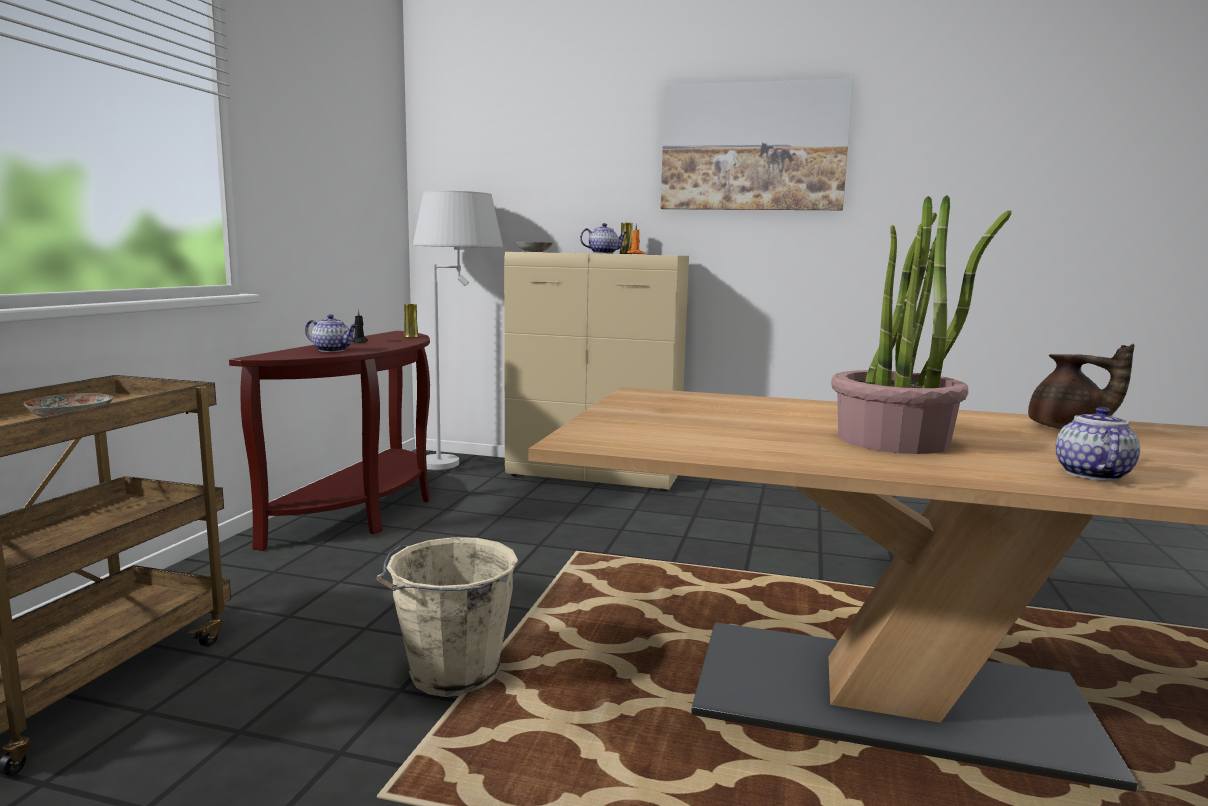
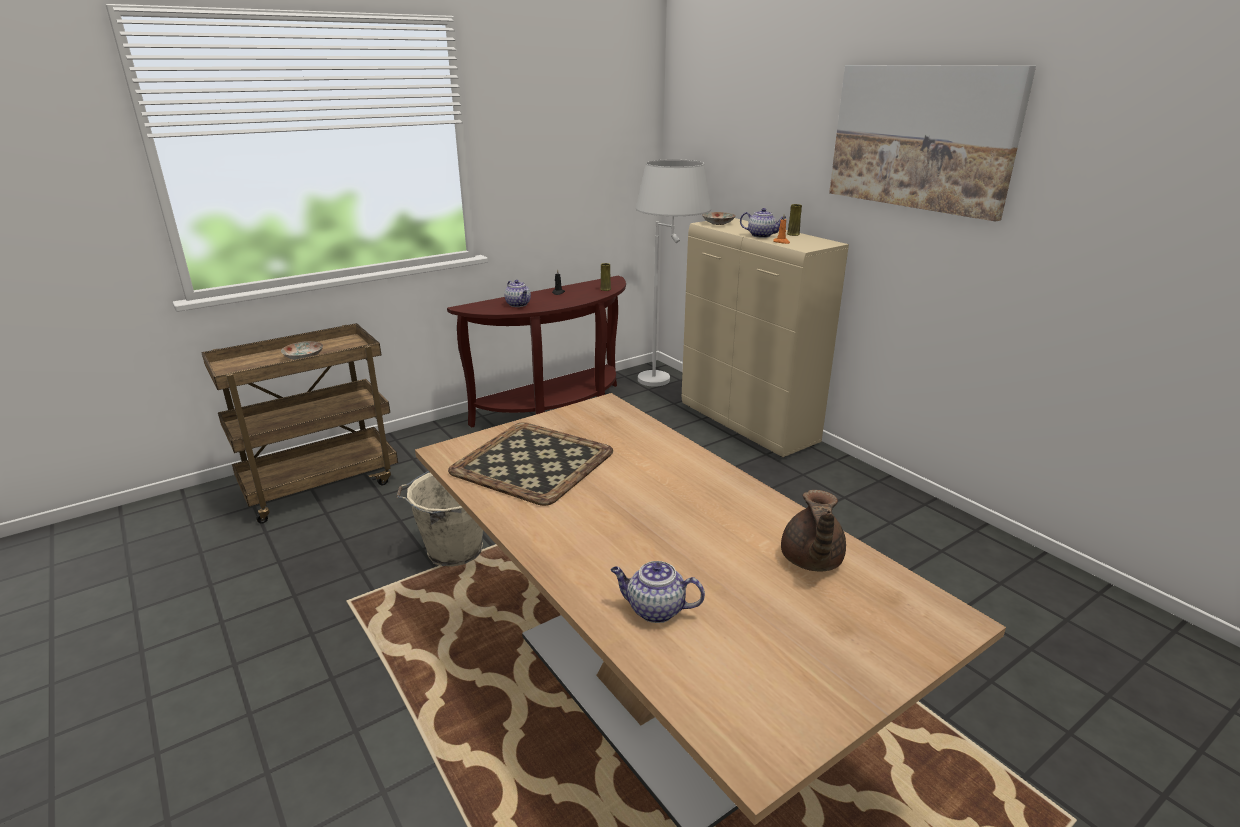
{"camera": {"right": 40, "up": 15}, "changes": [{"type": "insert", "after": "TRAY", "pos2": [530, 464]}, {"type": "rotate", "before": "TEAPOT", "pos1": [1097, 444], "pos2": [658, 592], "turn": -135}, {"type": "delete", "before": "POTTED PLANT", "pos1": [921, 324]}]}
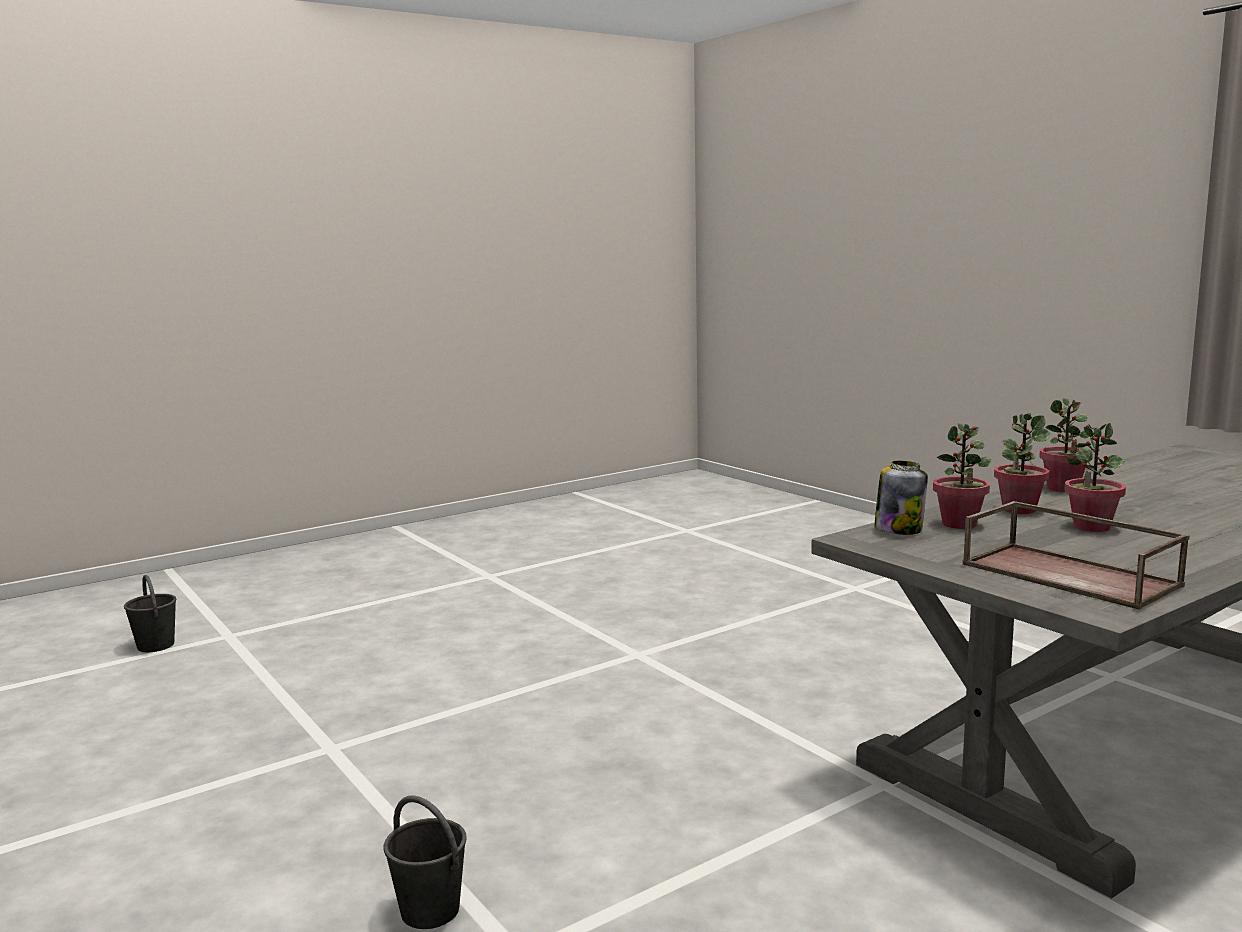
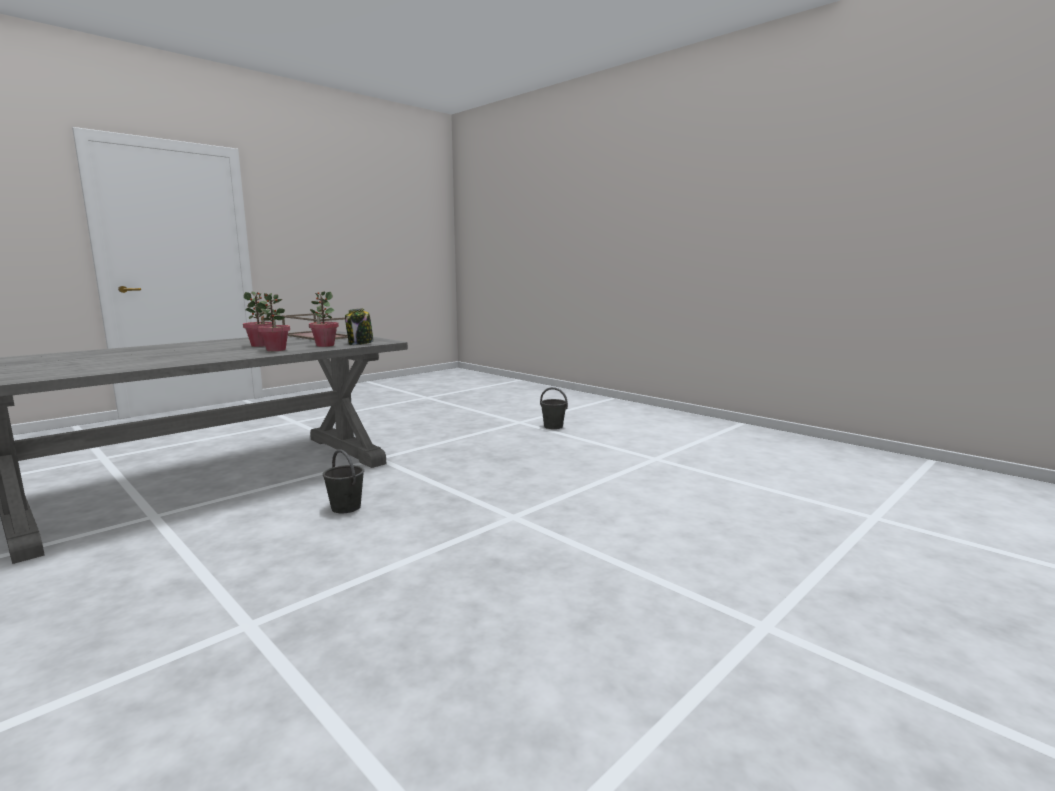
{"camera": {"right": 170, "up": 0}, "changes": [{"type": "move", "before": "GREY BUCKET", "pos1": [150, 613], "pos2": [343, 481]}, {"type": "delete", "before": "POTTED PLANT", "pos1": [1064, 445]}]}
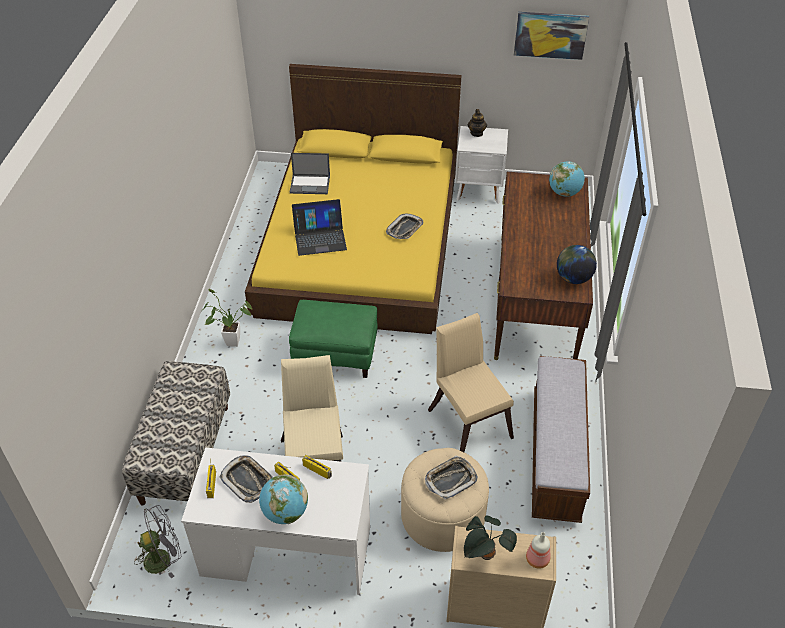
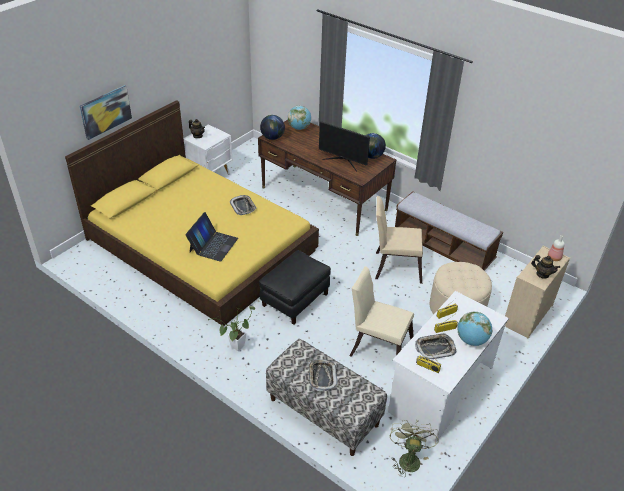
{"camera": {"right": -60, "up": -5}, "changes": [{"type": "move", "before": "PICTURE", "pos1": [551, 36], "pos2": [105, 112]}, {"type": "recolor", "before": "GREEN OTTOMAN", "after": "BLACK OTTOMAN", "pos1": [333, 339], "pos2": [295, 287]}, {"type": "insert", "after": "GLOBE", "pos2": [272, 127]}, {"type": "move", "before": "TRAY", "pos1": [451, 478], "pos2": [323, 375]}, {"type": "insert", "after": "MONITOR", "pos2": [344, 146]}, {"type": "recolor", "before": "GREY FAN", "after": "GREEN FAN", "pos1": [157, 541], "pos2": [414, 448]}, {"type": "replace", "before": "POTTED PLANT", "after": "TEAPOT", "pos1": [490, 538], "pos2": [545, 267]}, {"type": "delete", "before": "LAPTOP", "pos1": [310, 173]}]}
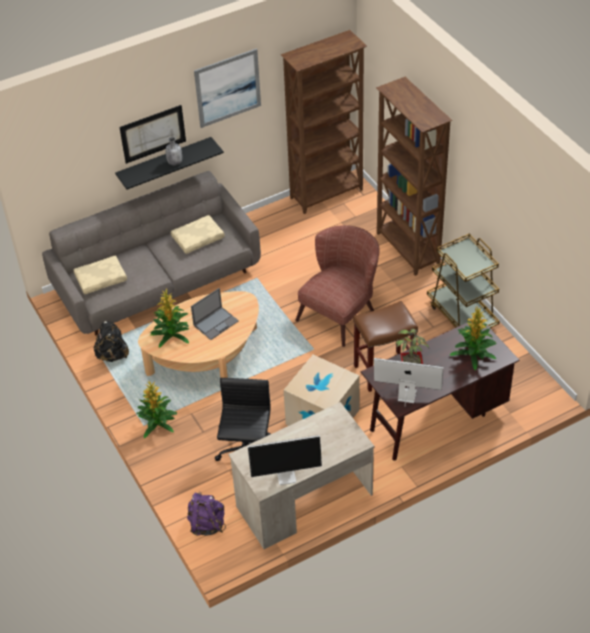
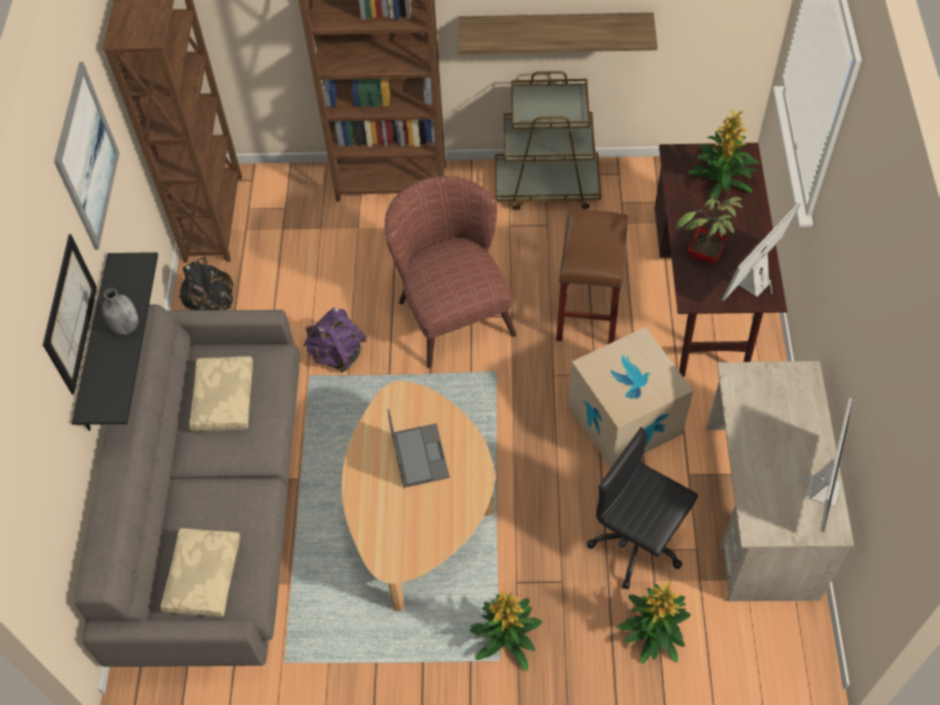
{"camera": {"right": -60, "up": 10}, "changes": [{"type": "move", "before": "BLACK BACKPACK", "pos1": [111, 341], "pos2": [206, 284]}, {"type": "move", "before": "PURPLE BACKPACK", "pos1": [206, 514], "pos2": [335, 340]}, {"type": "insert", "after": "SHELF", "pos2": [558, 33]}, {"type": "move", "before": "POTTED PLANT", "pos1": [169, 318], "pos2": [654, 622]}]}
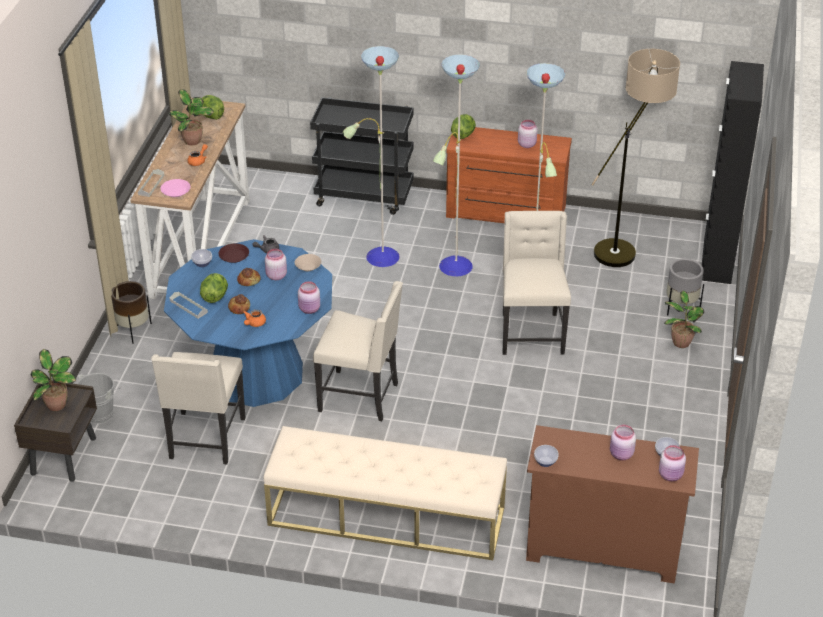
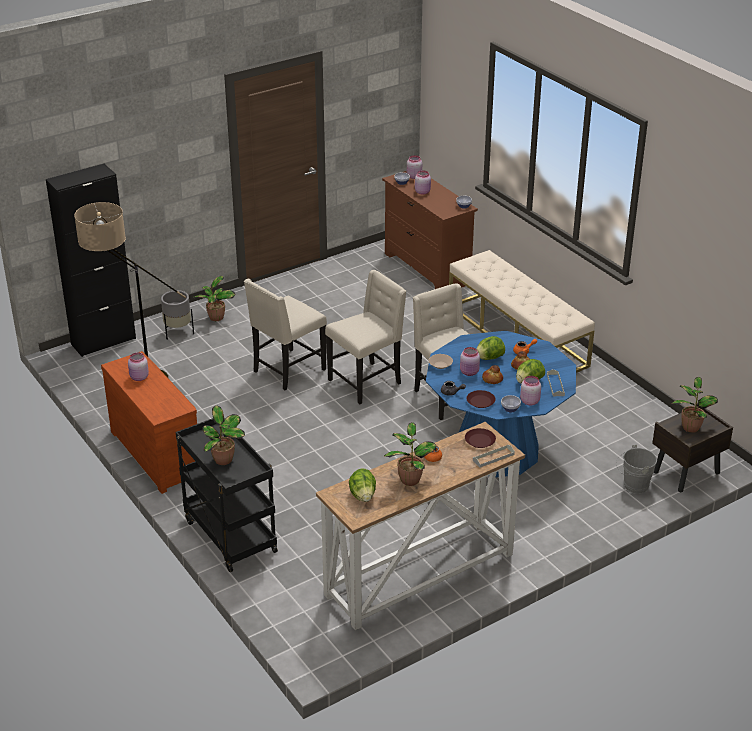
{"camera": {"right": -135, "up": -5}, "changes": [{"type": "insert", "after": "POTTED PLANT", "pos2": [223, 435]}, {"type": "move", "before": "BEIGE CHAIR", "pos1": [198, 408], "pos2": [365, 337]}, {"type": "recolor", "before": "PINK PLATE", "after": "BROWN PLATE", "pos1": [176, 188], "pos2": [480, 438]}, {"type": "move", "before": "LETTUCE", "pos1": [463, 126], "pos2": [490, 348]}, {"type": "move", "before": "PINK JAR", "pos1": [309, 297], "pos2": [530, 390]}, {"type": "delete", "before": "BROWN PLANTER", "pos1": [131, 312]}, {"type": "delete", "before": "FLOOR LAMP", "pos1": [454, 161]}]}
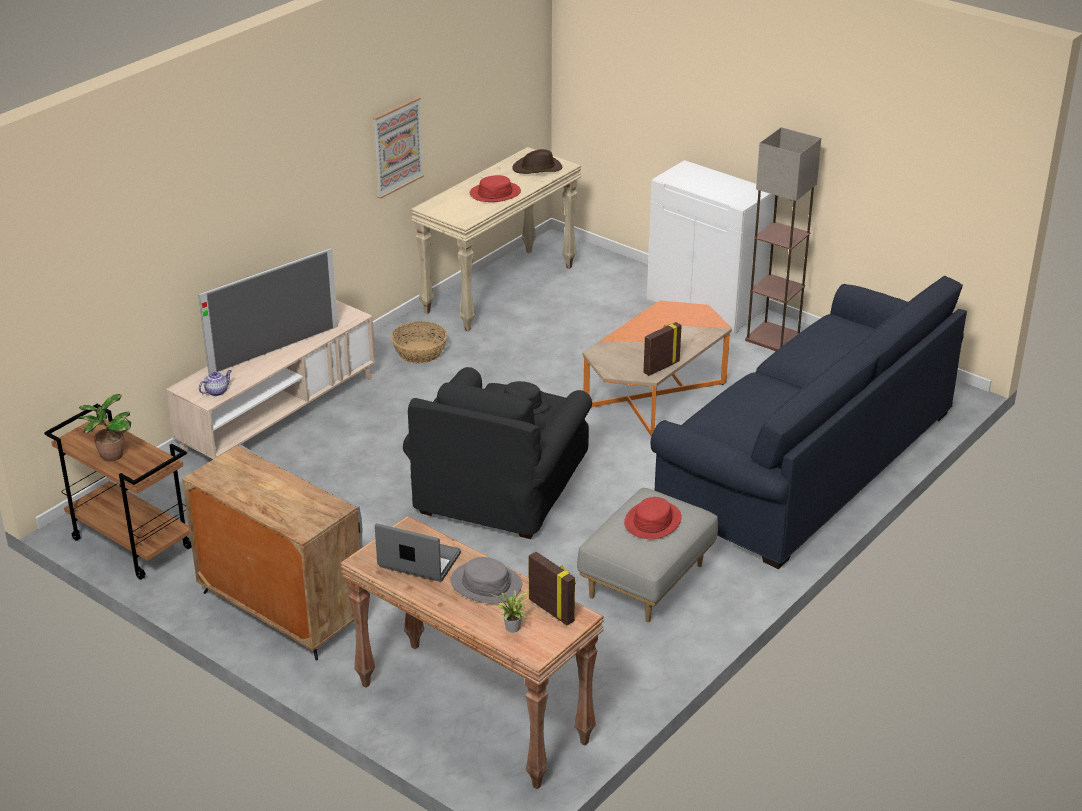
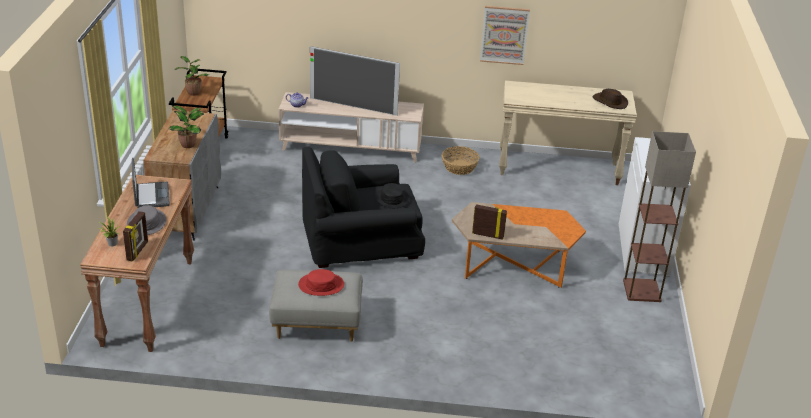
{"camera": {"right": 55, "up": 0}, "changes": [{"type": "insert", "after": "POTTED PLANT", "pos2": [186, 127]}, {"type": "delete", "before": "RED HAT", "pos1": [495, 188]}, {"type": "delete", "before": "BLUE SOFA", "pos1": [809, 422]}]}
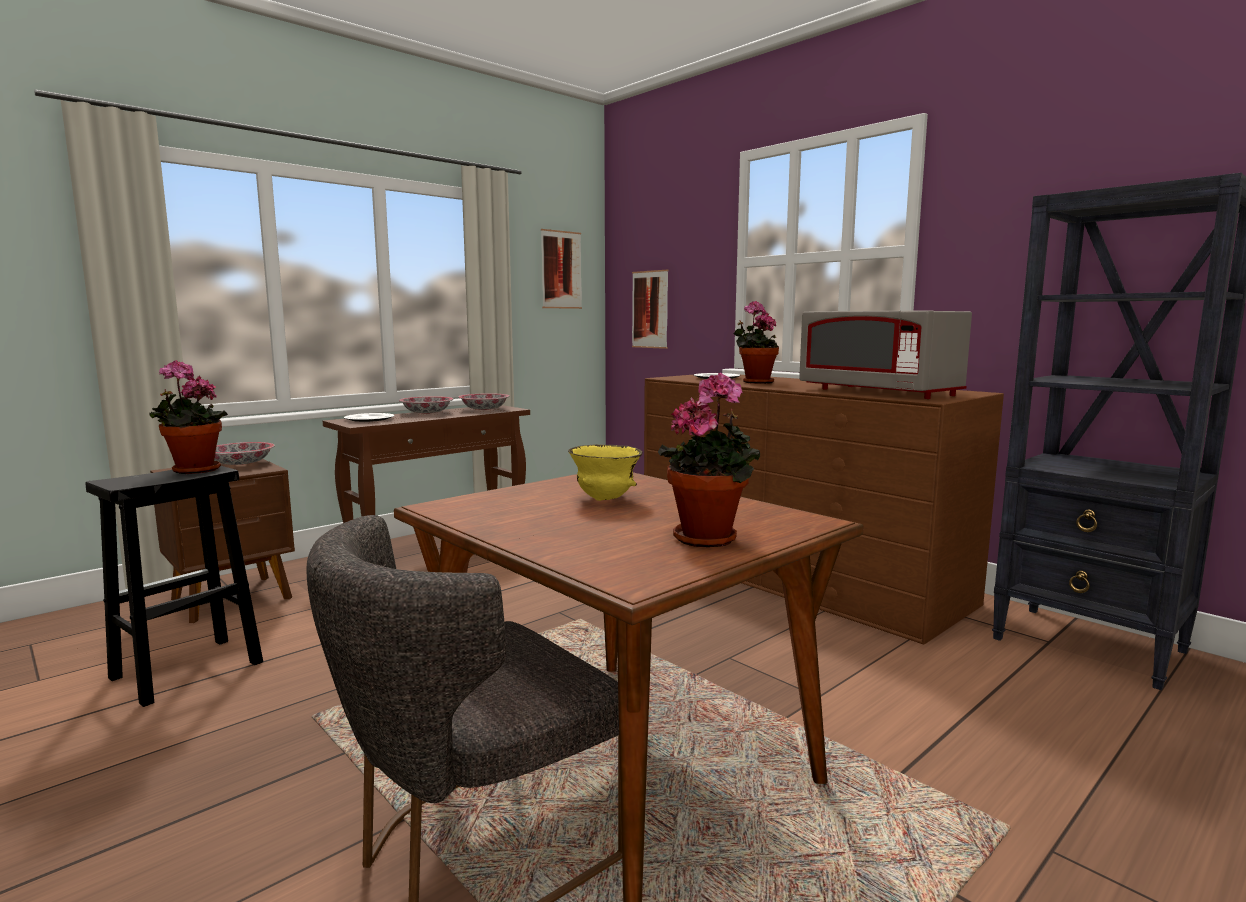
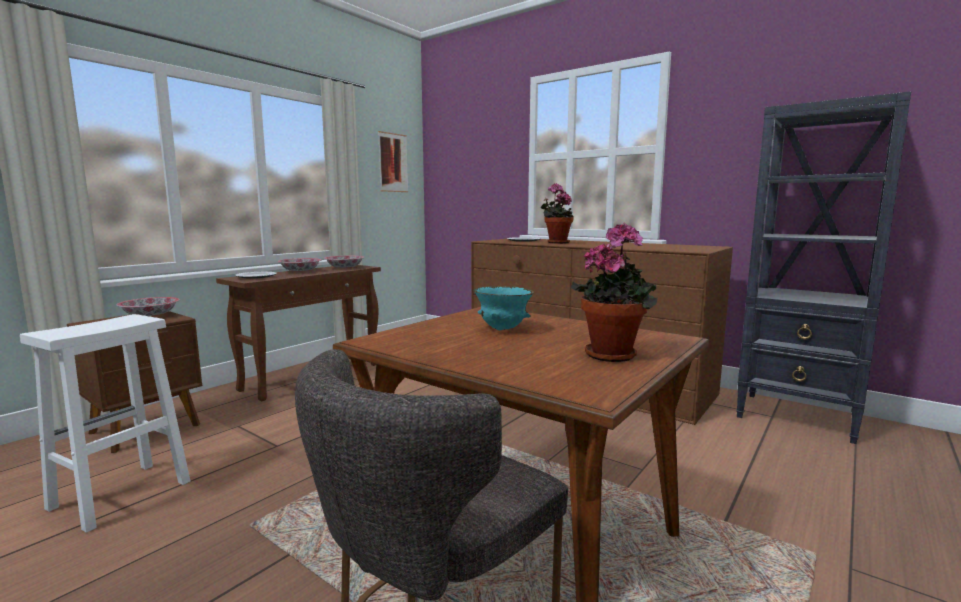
{"camera": {"right": -10, "up": 0}, "changes": [{"type": "recolor", "before": "BLACK STOOL", "after": "WHITE STOOL", "pos1": [174, 586], "pos2": [105, 423]}, {"type": "recolor", "before": "YELLOW BOWL", "after": "TURQUOISE BOWL", "pos1": [605, 472], "pos2": [504, 308]}, {"type": "delete", "before": "POTTED PLANT", "pos1": [188, 417]}, {"type": "delete", "before": "PICTURE", "pos1": [650, 309]}, {"type": "delete", "before": "GREY MICROWAVE", "pos1": [885, 354]}]}
